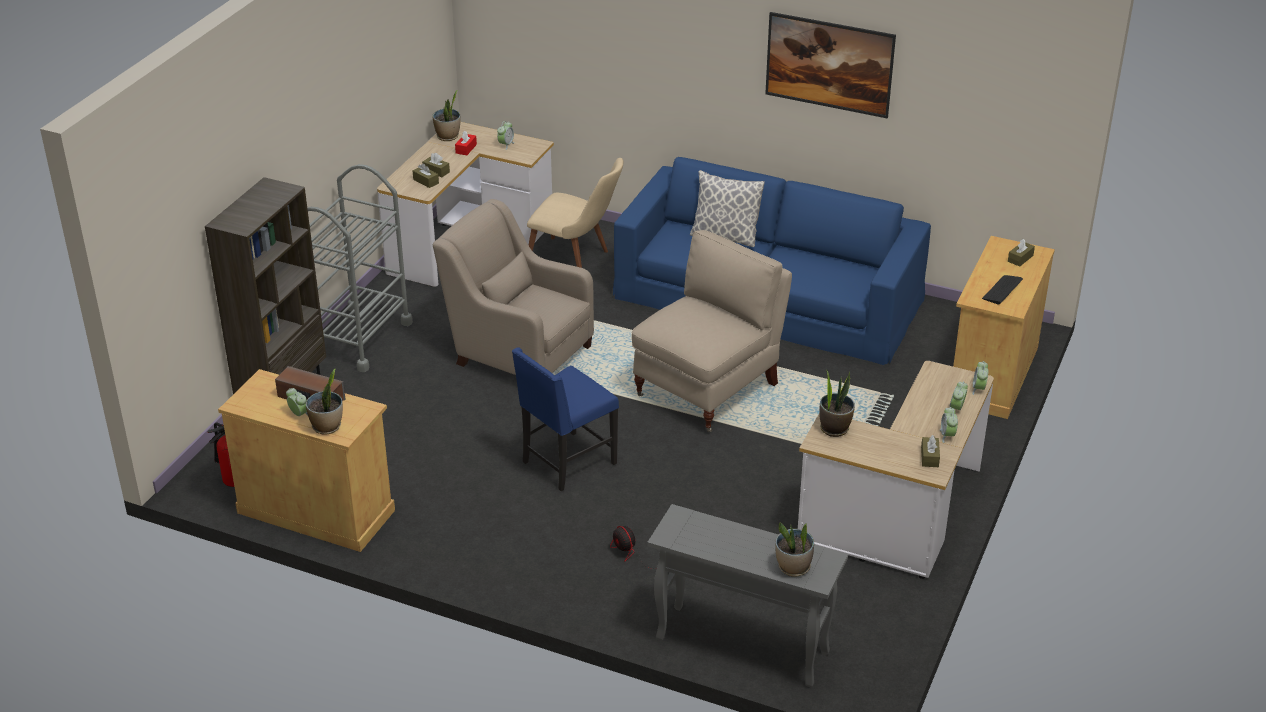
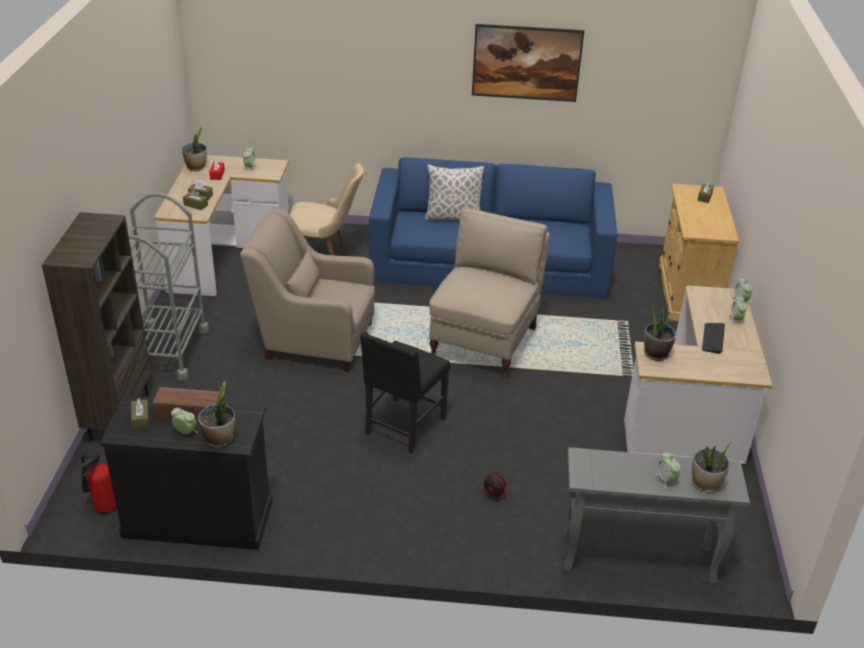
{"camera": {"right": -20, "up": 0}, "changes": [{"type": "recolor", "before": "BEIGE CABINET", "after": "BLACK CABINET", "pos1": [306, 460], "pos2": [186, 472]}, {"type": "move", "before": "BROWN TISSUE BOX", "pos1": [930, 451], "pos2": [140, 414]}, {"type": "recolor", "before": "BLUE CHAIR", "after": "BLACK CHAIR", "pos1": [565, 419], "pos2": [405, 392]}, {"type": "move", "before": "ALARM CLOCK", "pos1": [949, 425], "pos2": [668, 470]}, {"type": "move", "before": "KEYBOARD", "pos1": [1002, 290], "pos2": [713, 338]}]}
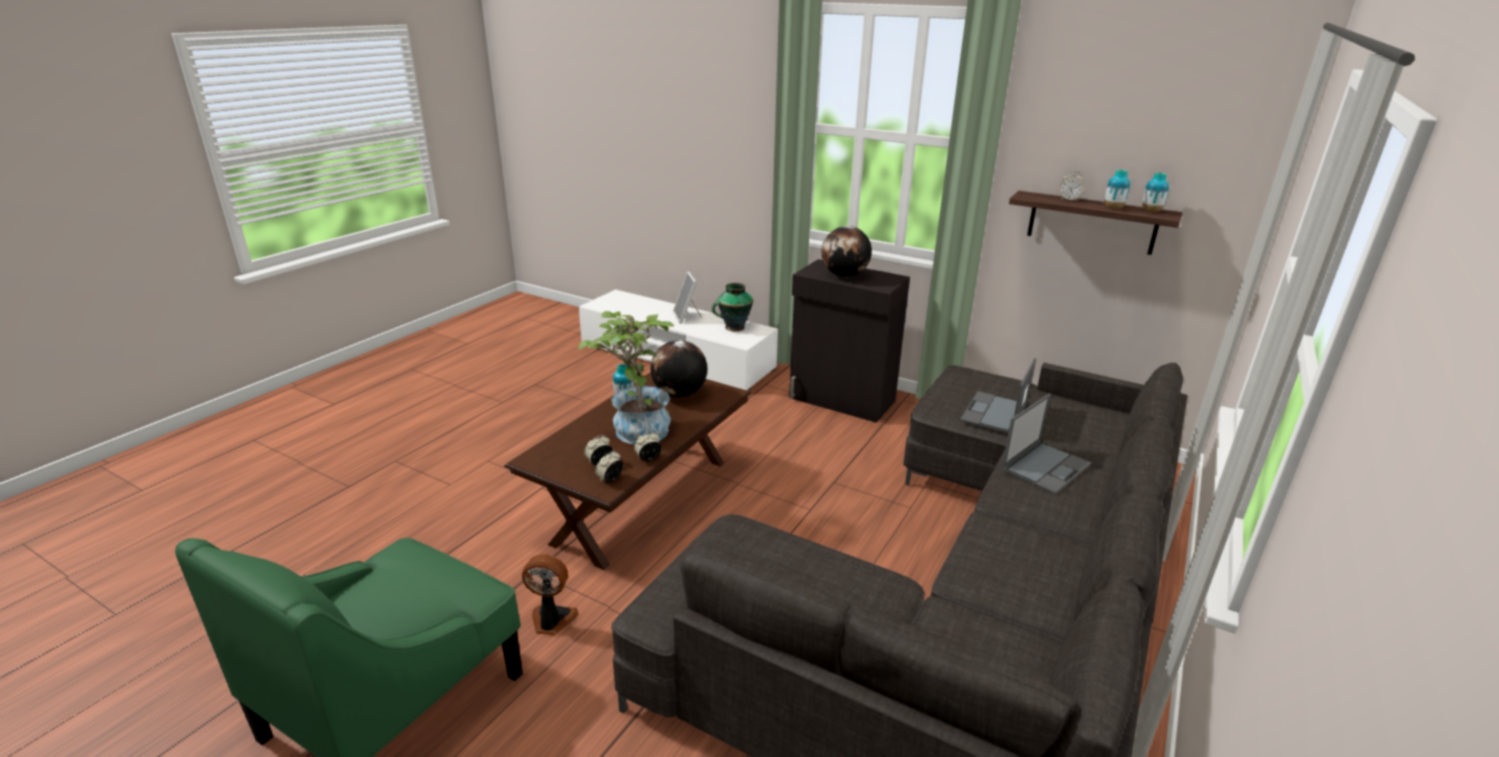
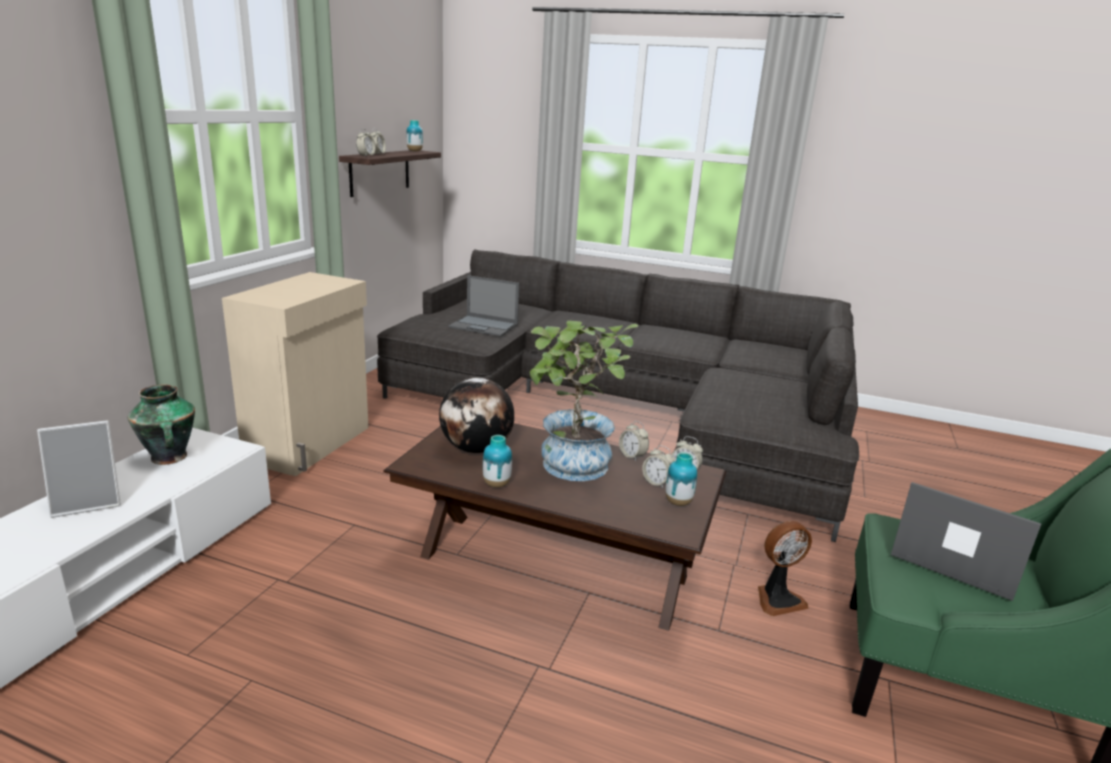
{"camera": {"right": -100, "up": -5}, "changes": [{"type": "recolor", "before": "BLACK CABINET", "after": "BEIGE CABINET", "pos1": [849, 341], "pos2": [295, 374]}, {"type": "insert", "after": "ALARM CLOCK", "pos2": [366, 142]}, {"type": "move", "before": "VASE", "pos1": [1117, 189], "pos2": [681, 479]}, {"type": "rotate", "before": "FAN", "pos1": [550, 594], "pos2": [785, 568], "turn": -105}, {"type": "move", "before": "LAPTOP", "pos1": [1046, 444], "pos2": [966, 541]}, {"type": "delete", "before": "GLOBE", "pos1": [846, 251]}]}
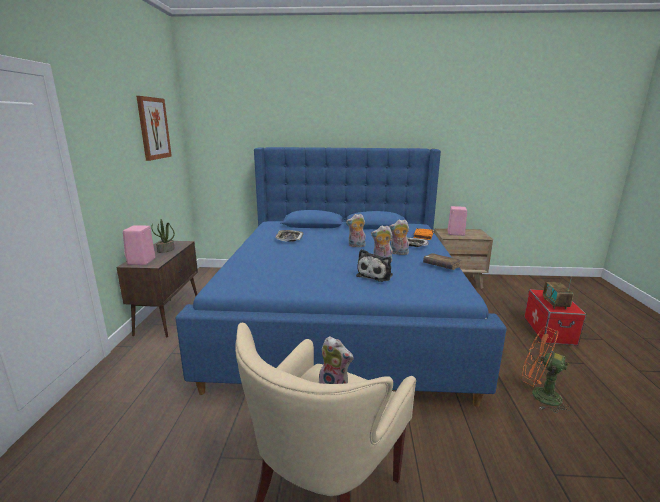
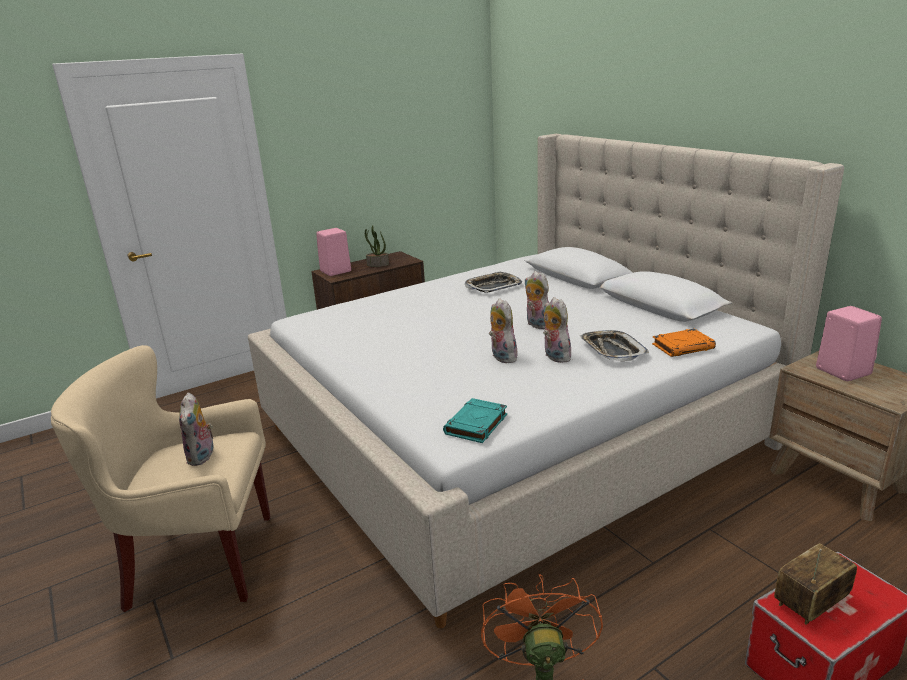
{"camera": {"right": 55, "up": 5}, "changes": [{"type": "recolor", "before": "BLUE BED", "after": "BEIGE BED", "pos1": [341, 277], "pos2": [546, 381]}, {"type": "insert", "after": "TURQUOISE BOOK", "pos2": [475, 420]}, {"type": "delete", "before": "PICTURE", "pos1": [154, 128]}, {"type": "delete", "before": "PLUSH TOY", "pos1": [374, 265]}, {"type": "delete", "before": "BROWN BOOK", "pos1": [442, 261]}]}
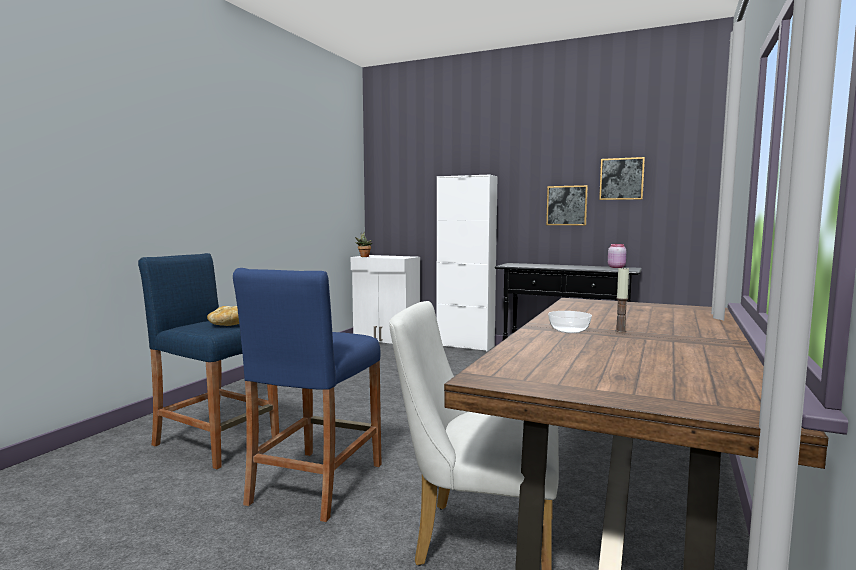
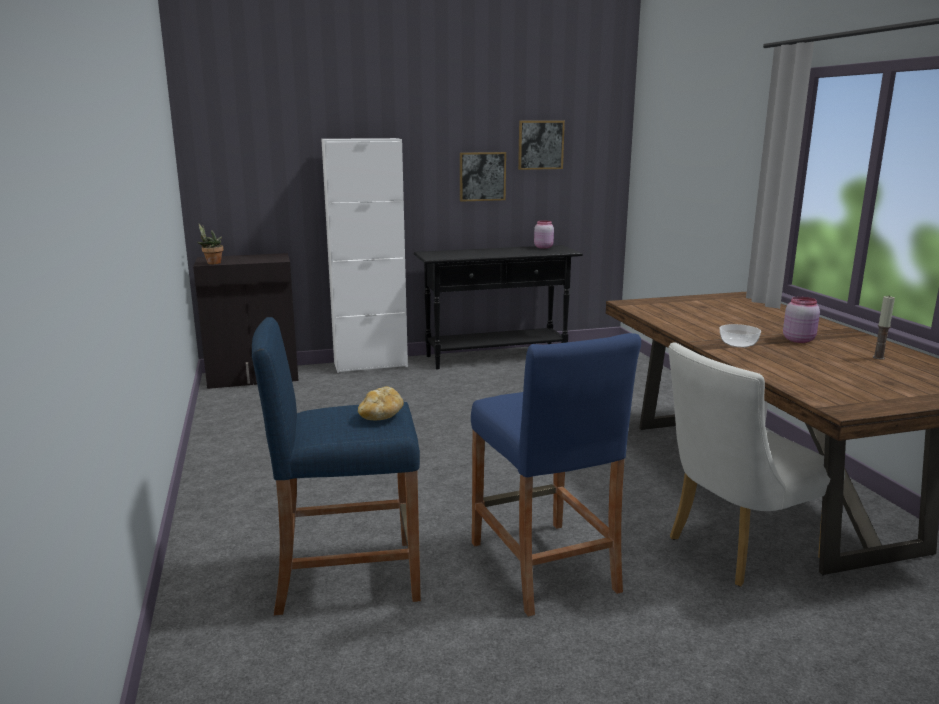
{"camera": {"right": -40, "up": 10}, "changes": [{"type": "recolor", "before": "WHITE CABINET", "after": "BLACK CABINET", "pos1": [385, 299], "pos2": [246, 321]}, {"type": "insert", "after": "PINK JAR", "pos2": [801, 320]}, {"type": "move", "before": "CANDLE", "pos1": [622, 299], "pos2": [884, 327]}]}
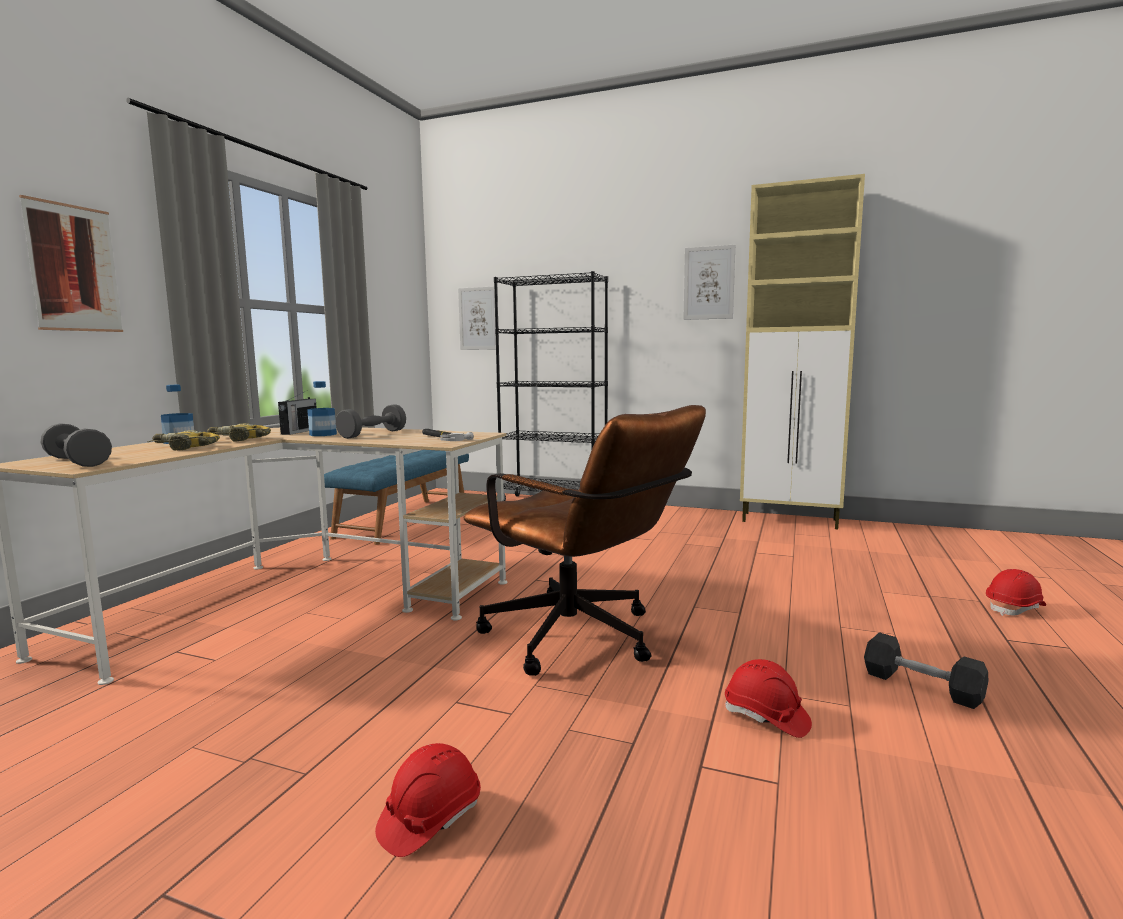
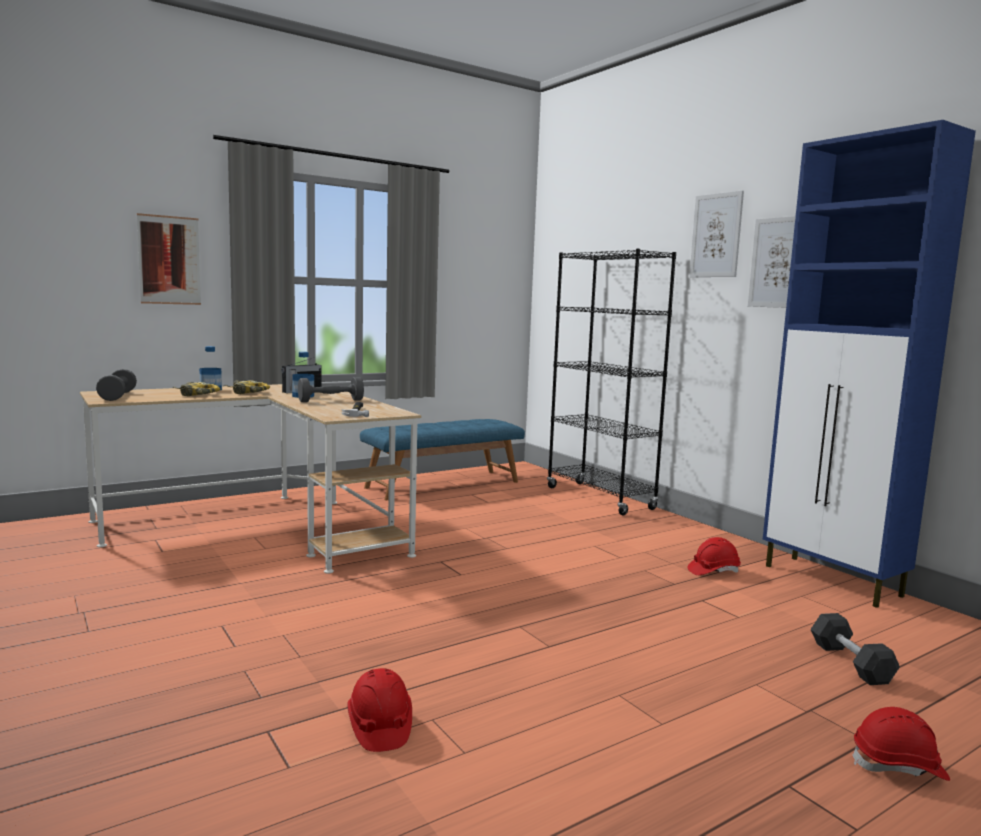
{"camera": {"right": 35, "up": 0}, "changes": [{"type": "move", "before": "RED HARD HAT", "pos1": [428, 800], "pos2": [714, 556]}, {"type": "move", "before": "PICTURE", "pos1": [477, 318], "pos2": [716, 234]}, {"type": "recolor", "before": "BEIGE CABINET", "after": "BLUE CABINET", "pos1": [802, 352], "pos2": [869, 364]}, {"type": "move", "before": "GREY DUMBBELL", "pos1": [926, 670], "pos2": [855, 649]}, {"type": "delete", "before": "BROWN OFFICE CHAIR", "pos1": [584, 540]}]}
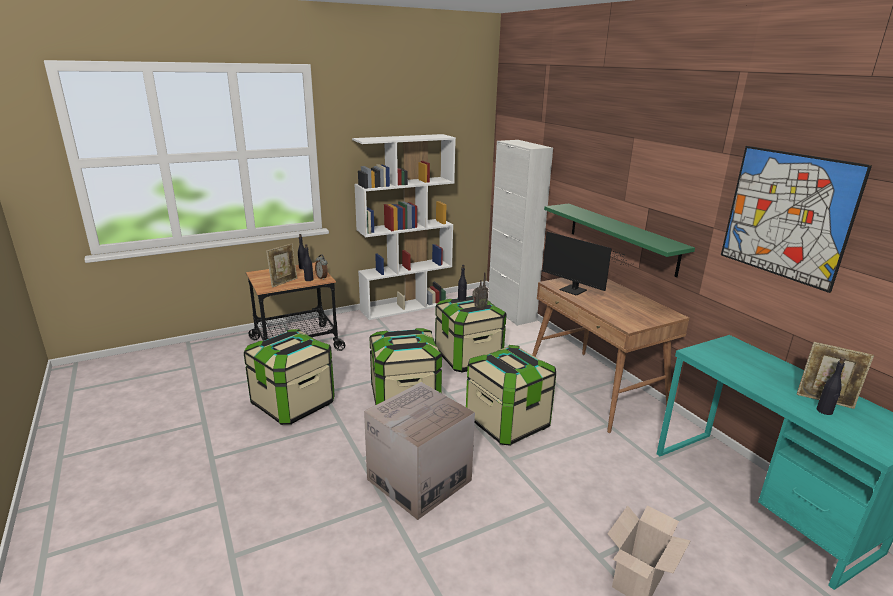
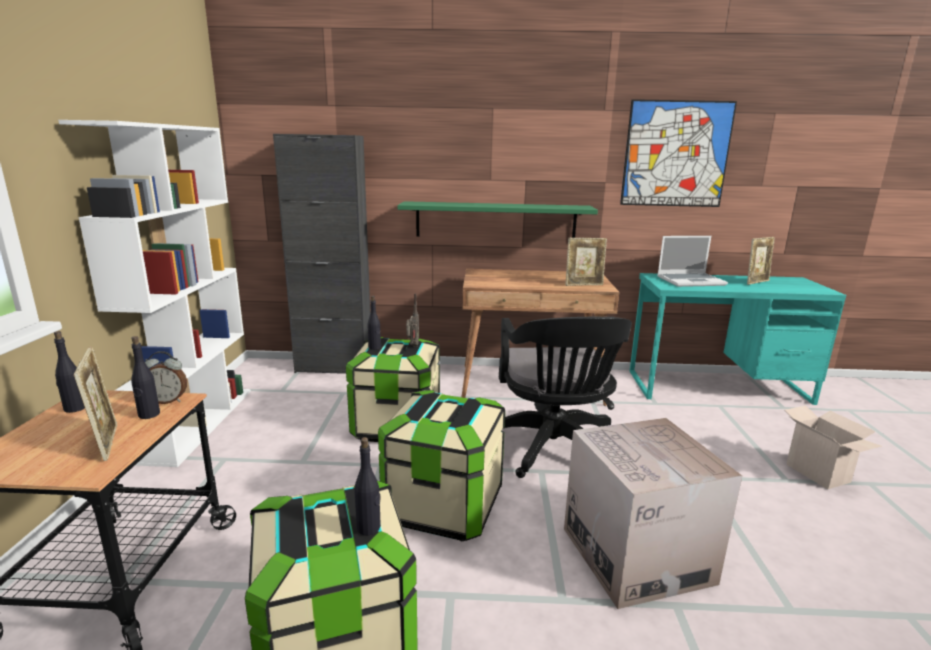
{"camera": {"right": -60, "up": -5}, "changes": [{"type": "recolor", "before": "WHITE CABINET", "after": "BLACK CABINET", "pos1": [520, 233], "pos2": [321, 254]}, {"type": "move", "before": "BLACK BOTTLE", "pos1": [830, 386], "pos2": [367, 486]}, {"type": "replace", "before": "STORAGE BOX", "after": "BLACK OFFICE CHAIR", "pos1": [511, 395], "pos2": [565, 397]}, {"type": "insert", "after": "PICTURE FRAME", "pos2": [586, 262]}, {"type": "insert", "after": "LAPTOP", "pos2": [692, 261]}, {"type": "delete", "before": "MONITOR", "pos1": [587, 264]}]}
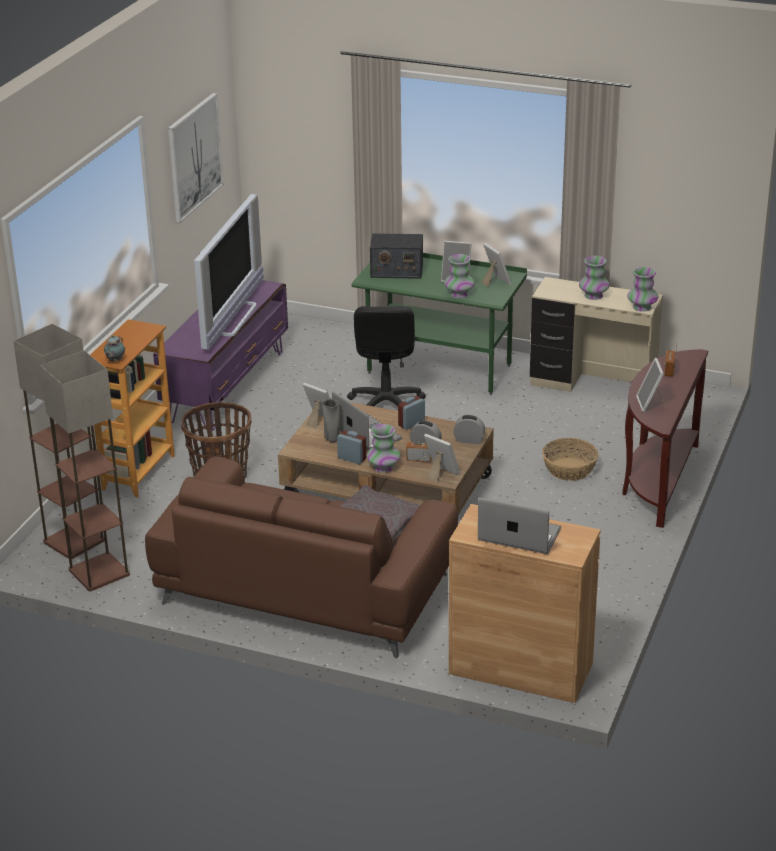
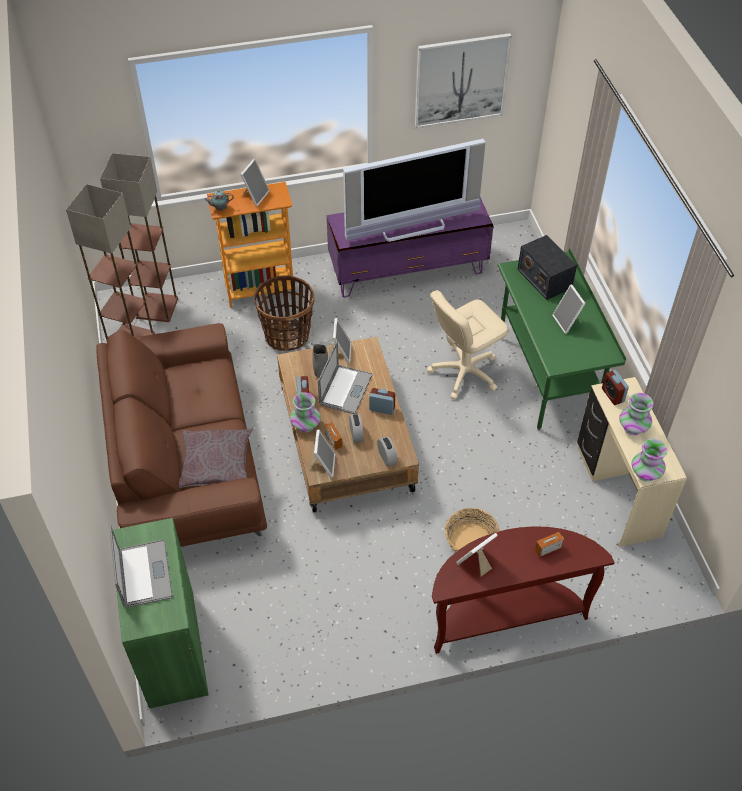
{"camera": {"right": 55, "up": 20}, "changes": [{"type": "recolor", "before": "BROWN CABINET", "after": "GREEN CABINET", "pos1": [525, 603], "pos2": [161, 613]}, {"type": "move", "before": "PICTURE FRAME", "pos1": [496, 265], "pos2": [255, 183]}, {"type": "recolor", "before": "BLACK OFFICE CHAIR", "after": "BEIGE OFFICE CHAIR", "pos1": [386, 356], "pos2": [467, 344]}, {"type": "insert", "after": "ALARM CLOCK", "pos2": [615, 387]}, {"type": "delete", "before": "VASE", "pos1": [459, 276]}]}
